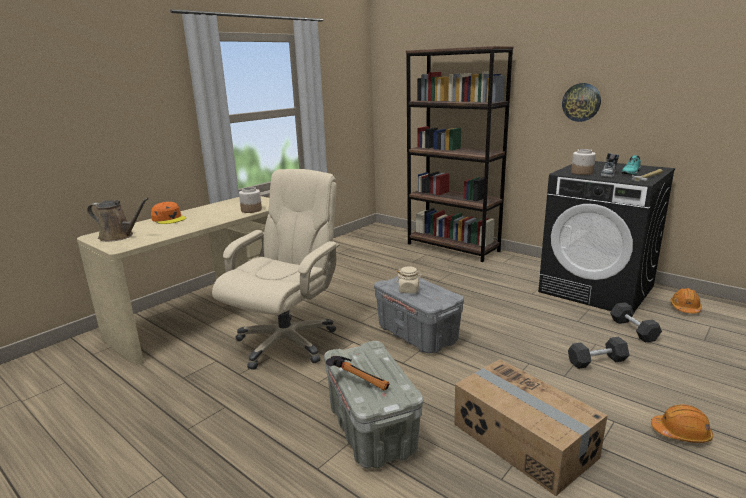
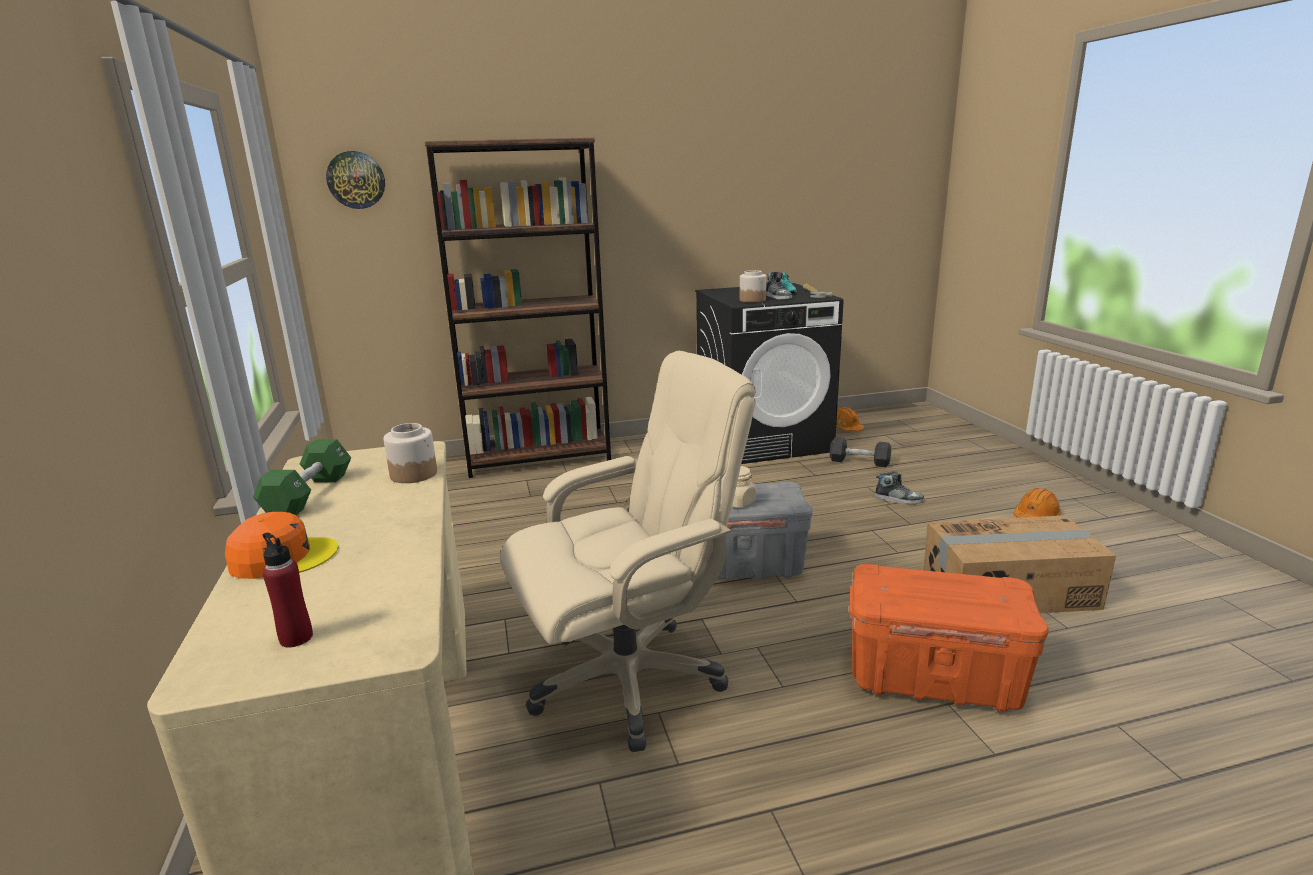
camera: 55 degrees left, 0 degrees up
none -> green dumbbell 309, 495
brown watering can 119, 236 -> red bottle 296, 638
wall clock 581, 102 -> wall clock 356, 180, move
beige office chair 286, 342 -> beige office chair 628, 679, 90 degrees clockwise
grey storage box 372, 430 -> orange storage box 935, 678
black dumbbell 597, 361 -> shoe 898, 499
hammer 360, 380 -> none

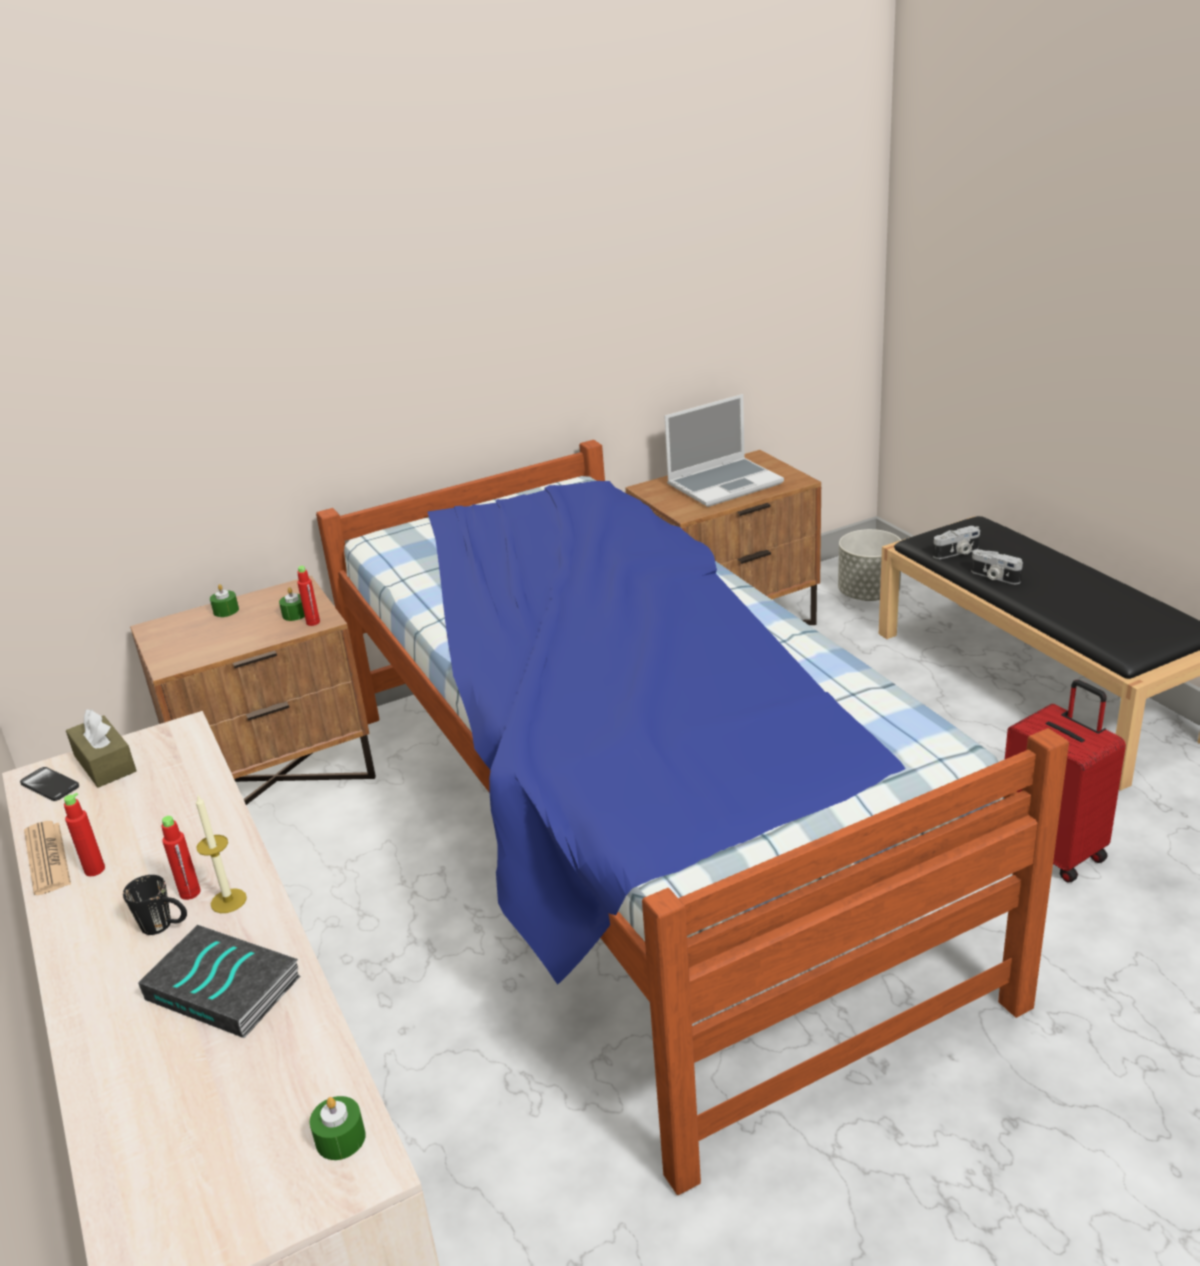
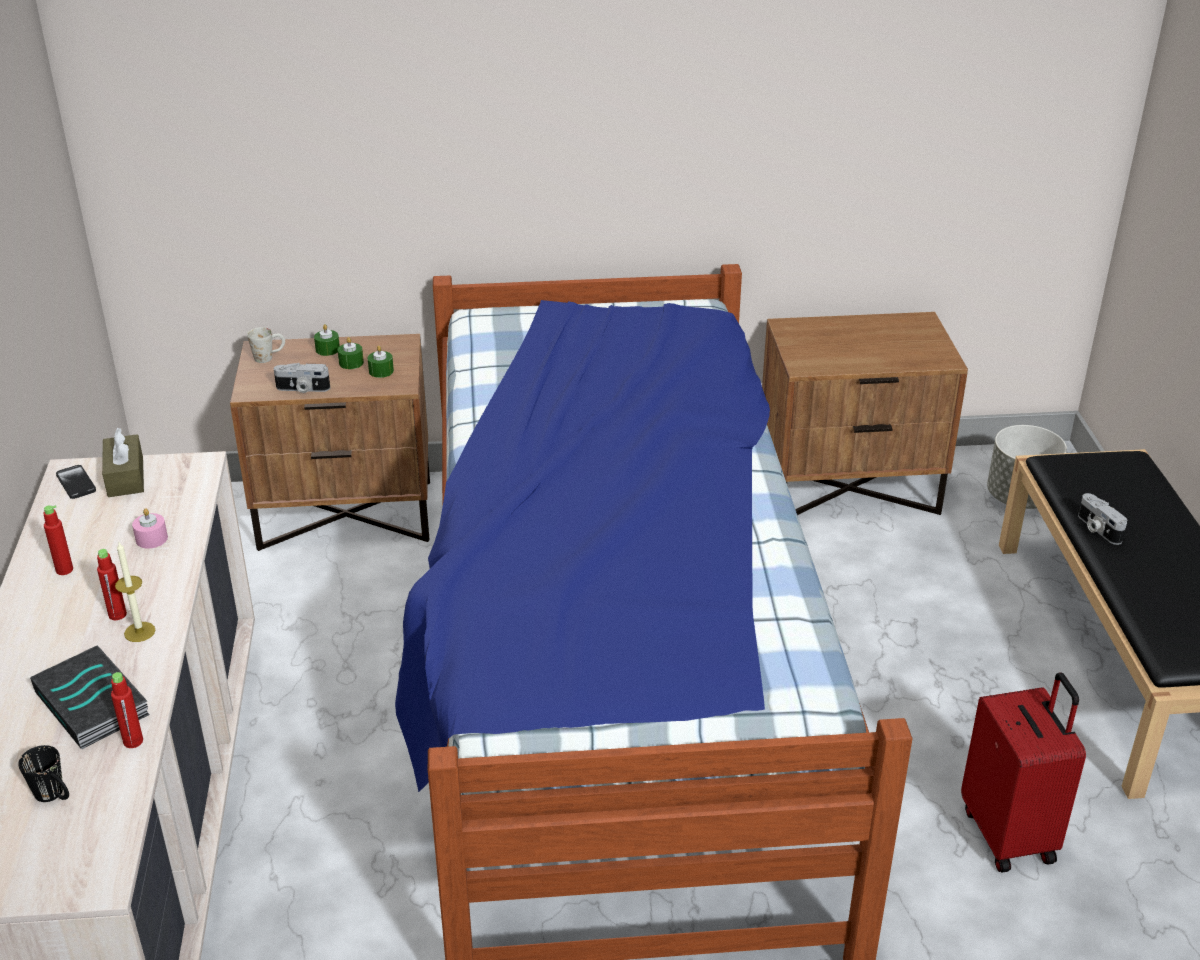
camera: 20 degrees right, 5 degrees up
black mug 165, 925 -> black mug 55, 796, move
red bottle 313, 622 -> red bottle 133, 741, move
none -> pink candle 151, 539
none -> white mug 269, 357
photo camera 957, 553 -> photo camera 302, 389, move
green candle 340, 1138 -> green candle 351, 363, move
newspaper 47, 858 -> none
laptop 725, 484 -> none

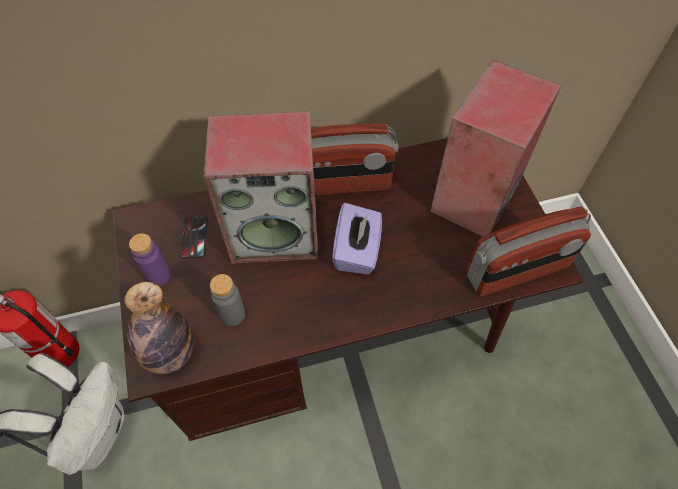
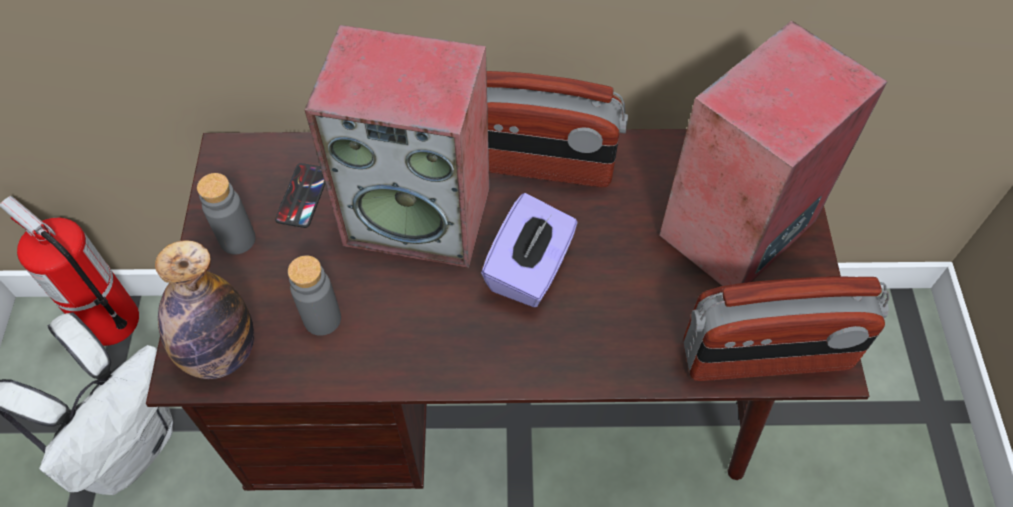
camera: 15 degrees right, 0 degrees up
purple bottle 158, 275 -> grey bottle 237, 239

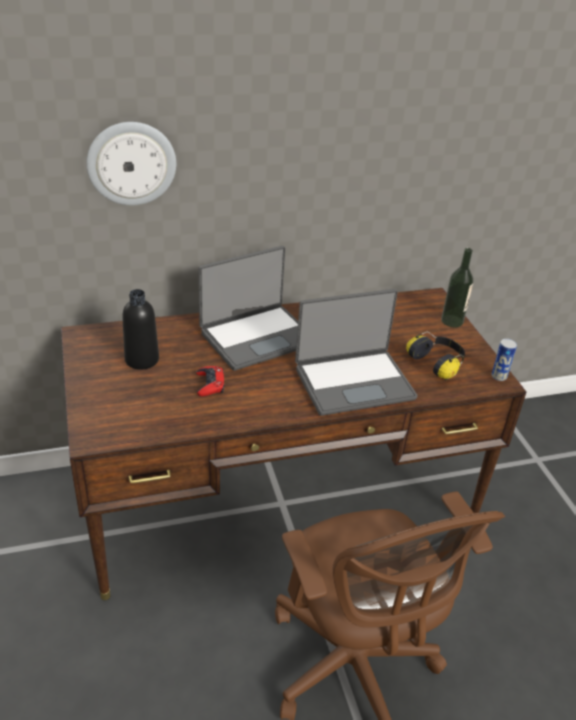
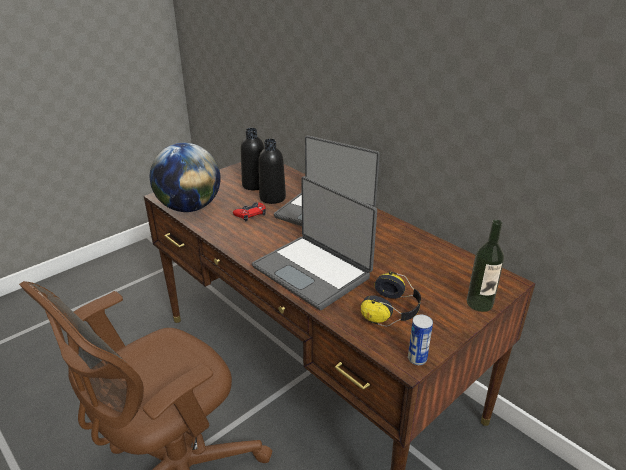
camera: 65 degrees right, 5 degrees down
none -> globe 189, 207
none -> black bottle 272, 198
wall clock 131, 163 -> none

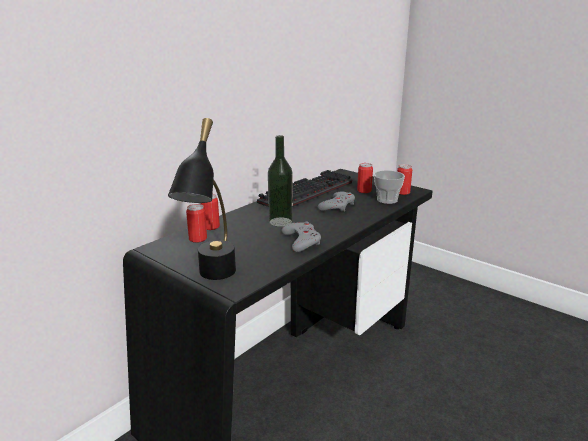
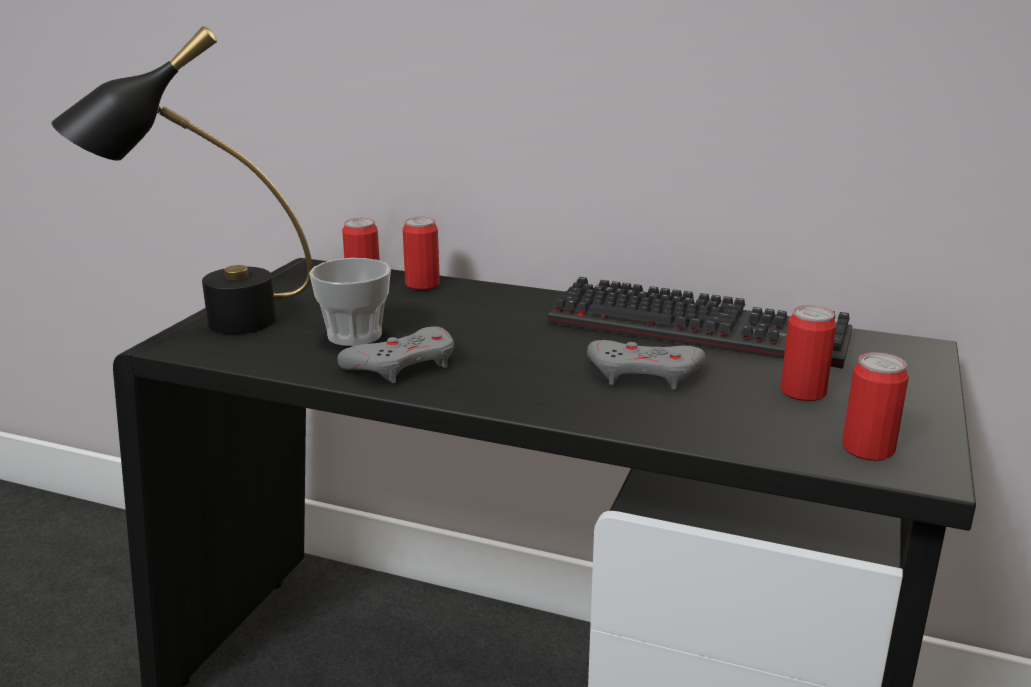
camera: 70 degrees right, 0 degrees up
cup 387, 200 -> cup 354, 335, move
bottle 280, 222 -> none

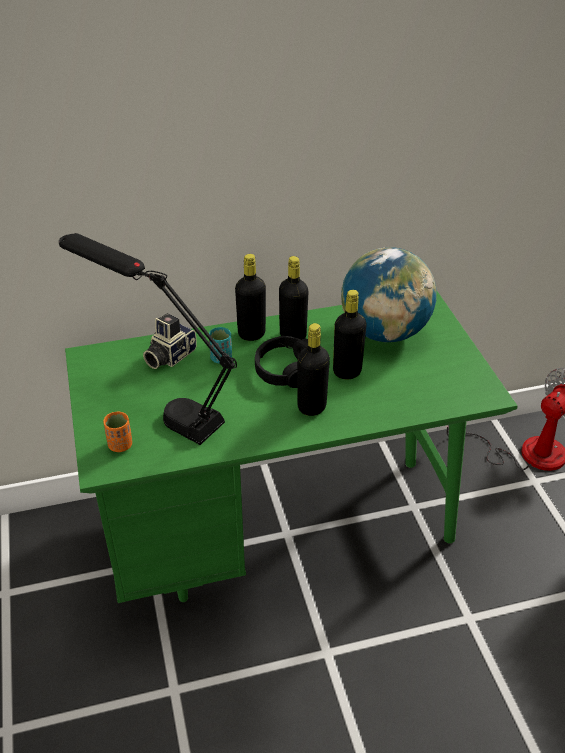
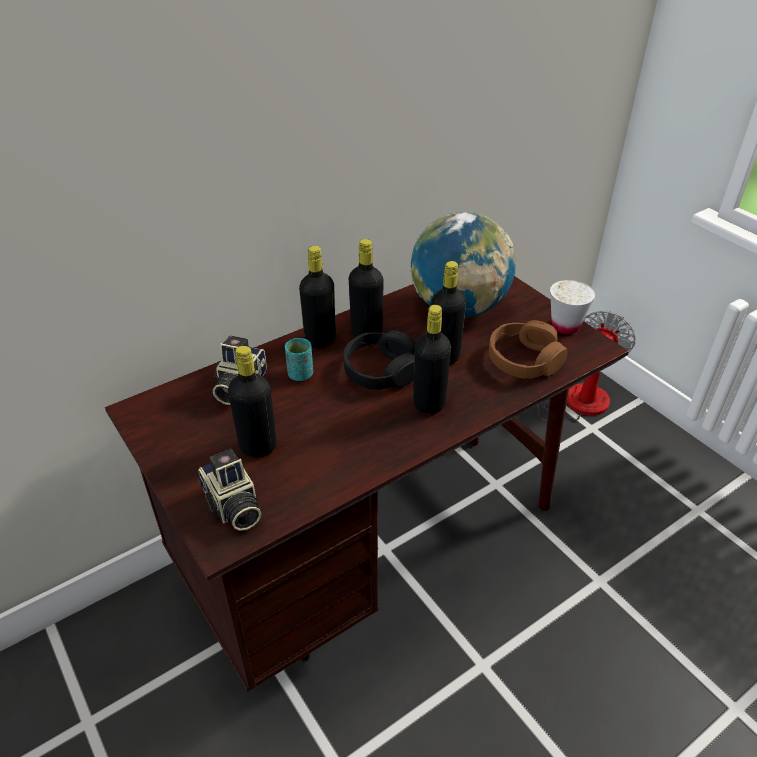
camera: 20 degrees left, 0 degrees up
green desk 282, 530 -> brown desk 378, 547
orange cup 120, 445 -> photo camera 232, 506
black table lamp 160, 406 -> black bottle 258, 446
none -> brown headphones 524, 360
none -> white cup 565, 326

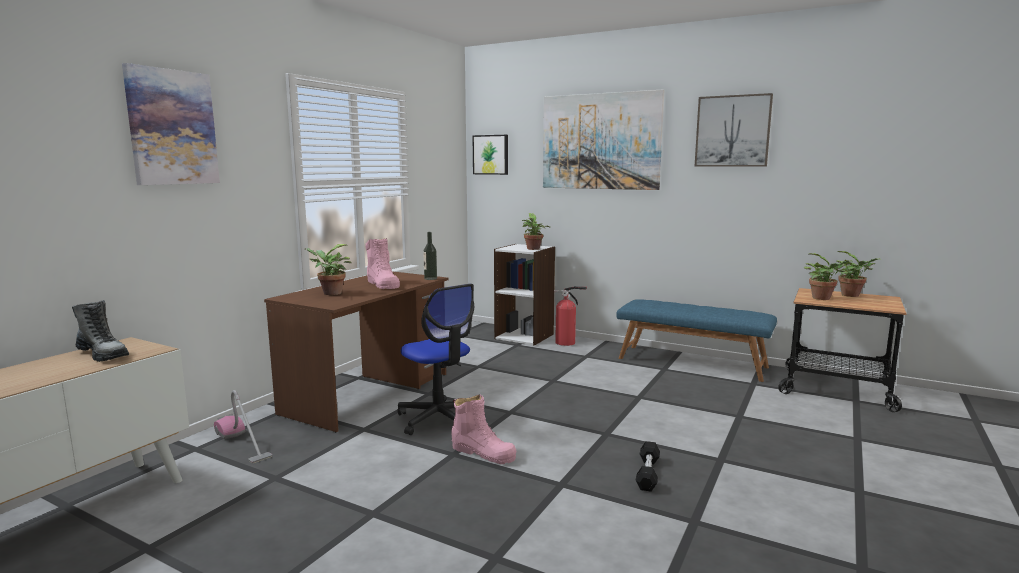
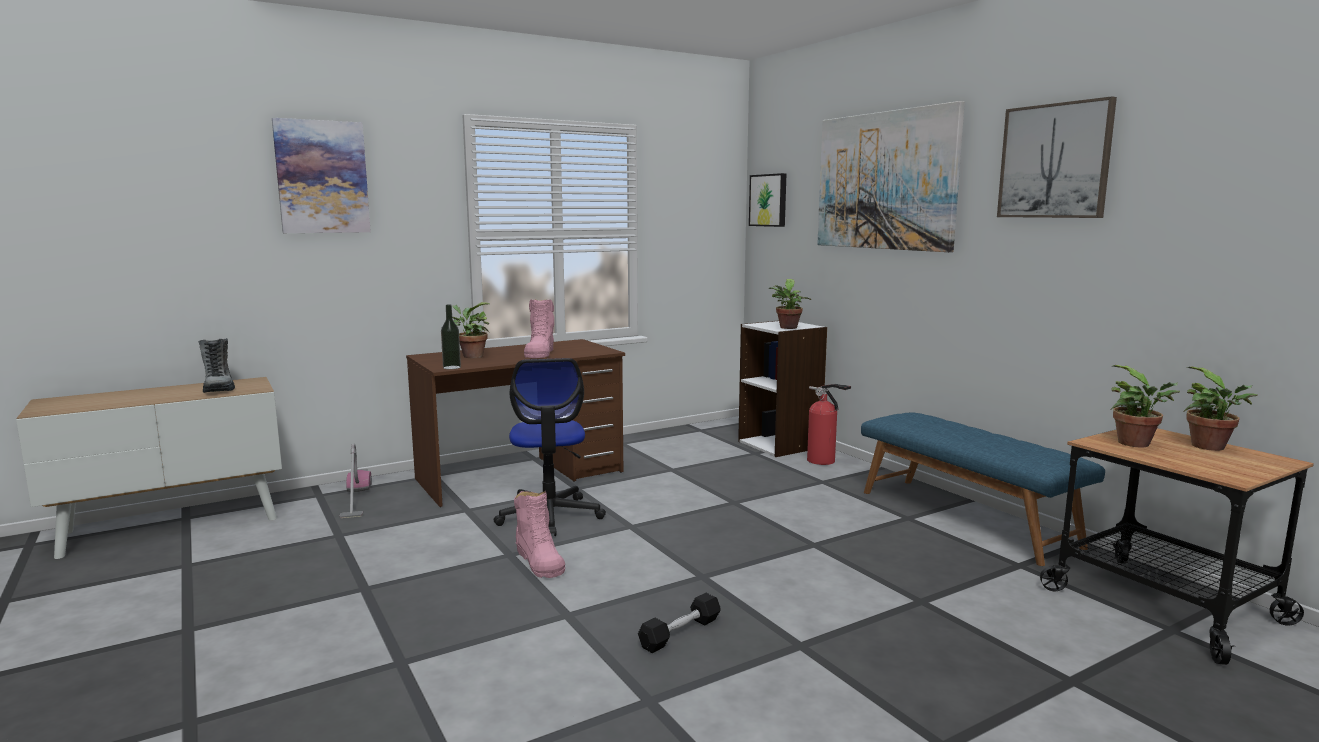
camera: 30 degrees right, 0 degrees up
bottle 430, 278 -> bottle 451, 367, move

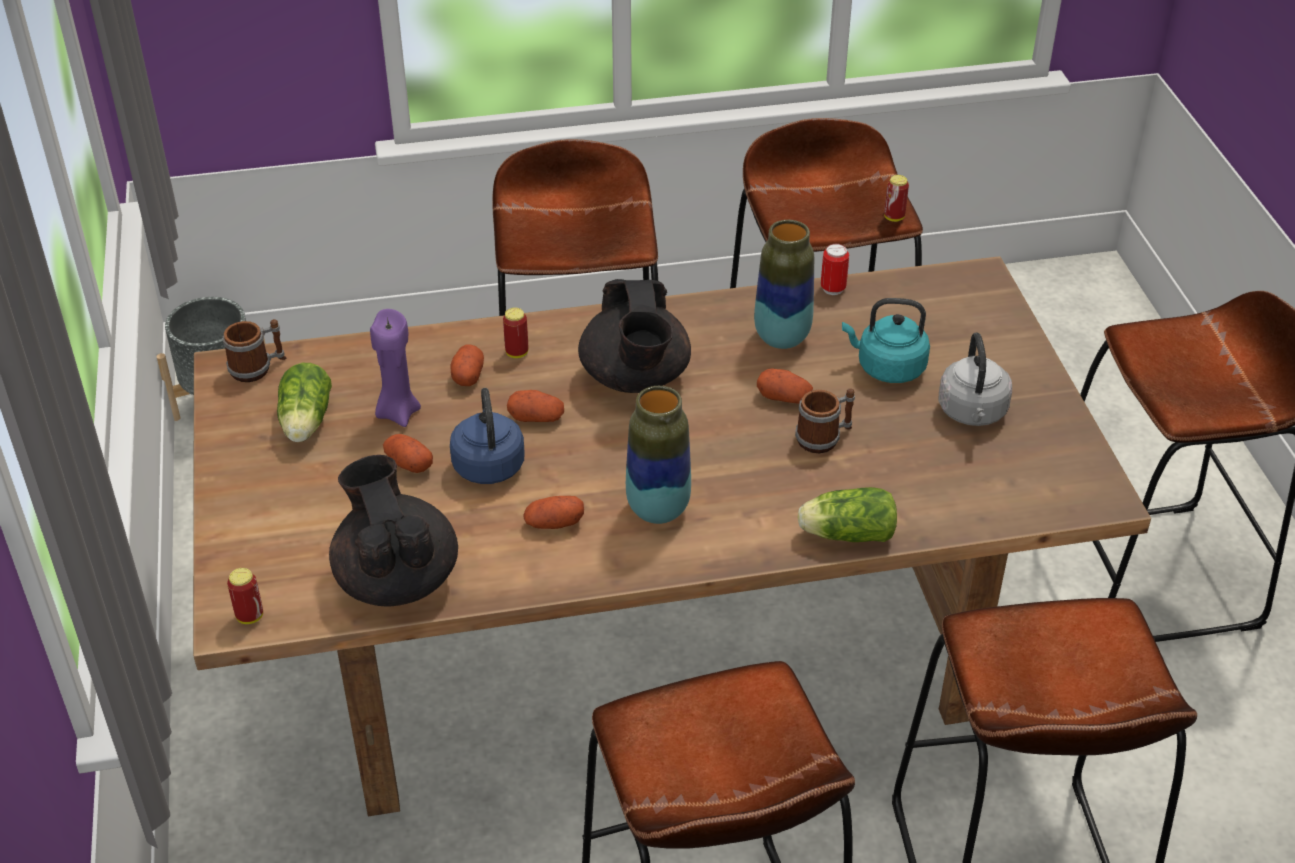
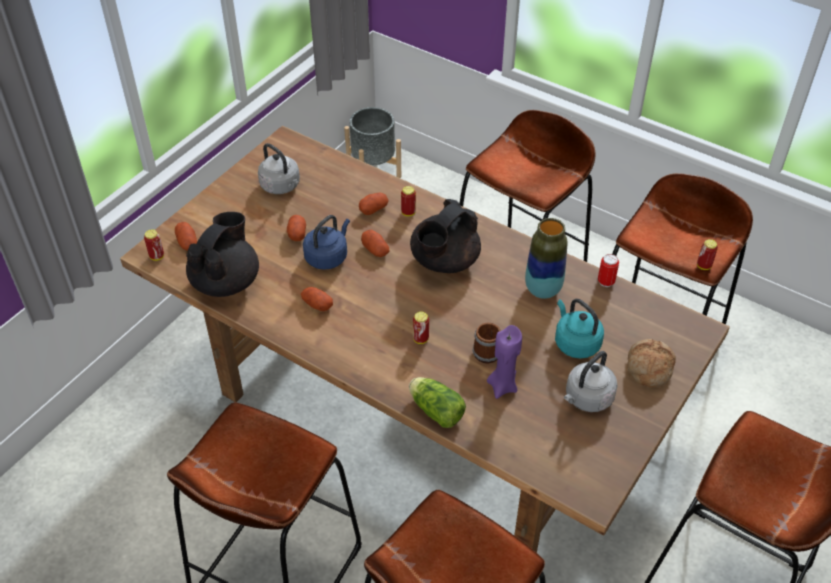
camera: 45 degrees right, 5 degrees up
potato 784, 397 -> potato 187, 242, move
lettuce 305, 423 -> grey kettle 281, 186
none -> can 420, 339
purple candle 397, 412 -> purple candle 502, 386, move
none -> bread 648, 368
mug 258, 368 -> none
vase 658, 509 -> none

